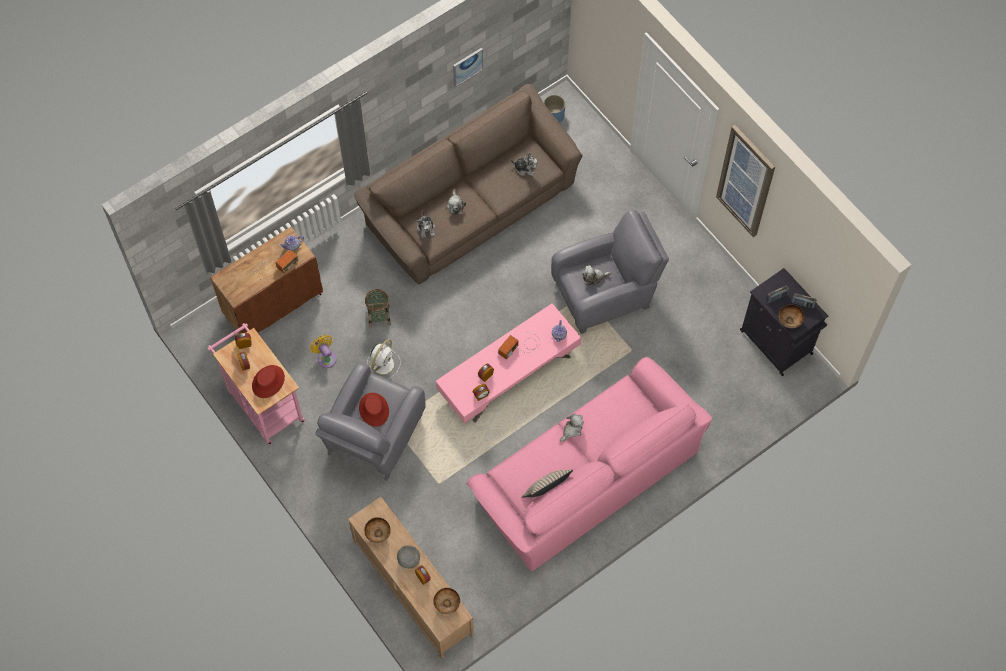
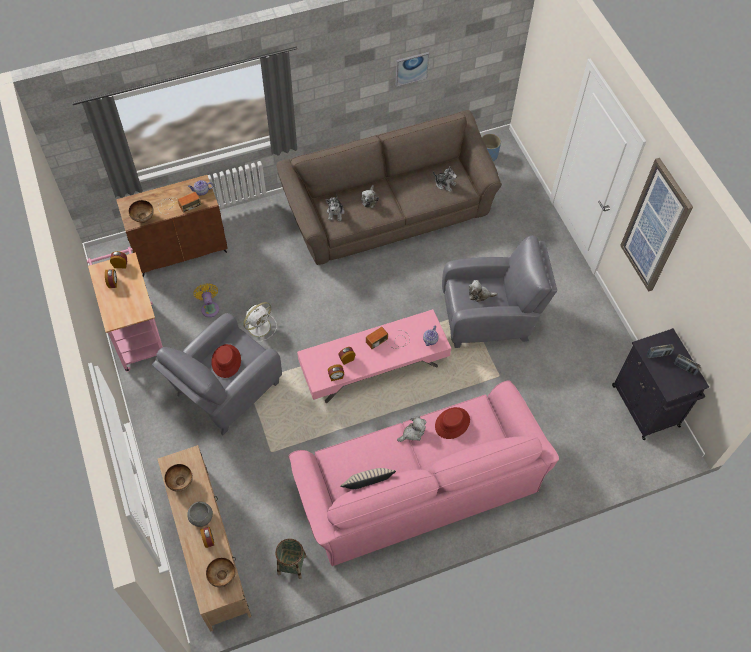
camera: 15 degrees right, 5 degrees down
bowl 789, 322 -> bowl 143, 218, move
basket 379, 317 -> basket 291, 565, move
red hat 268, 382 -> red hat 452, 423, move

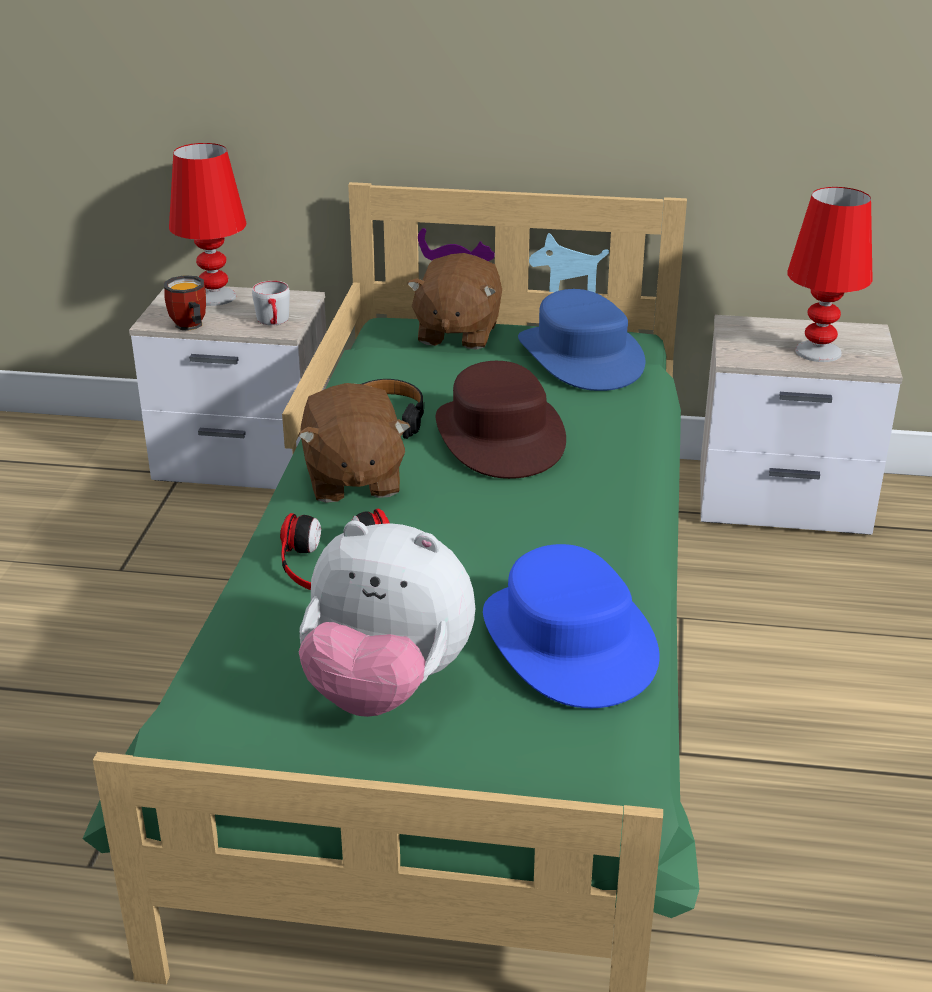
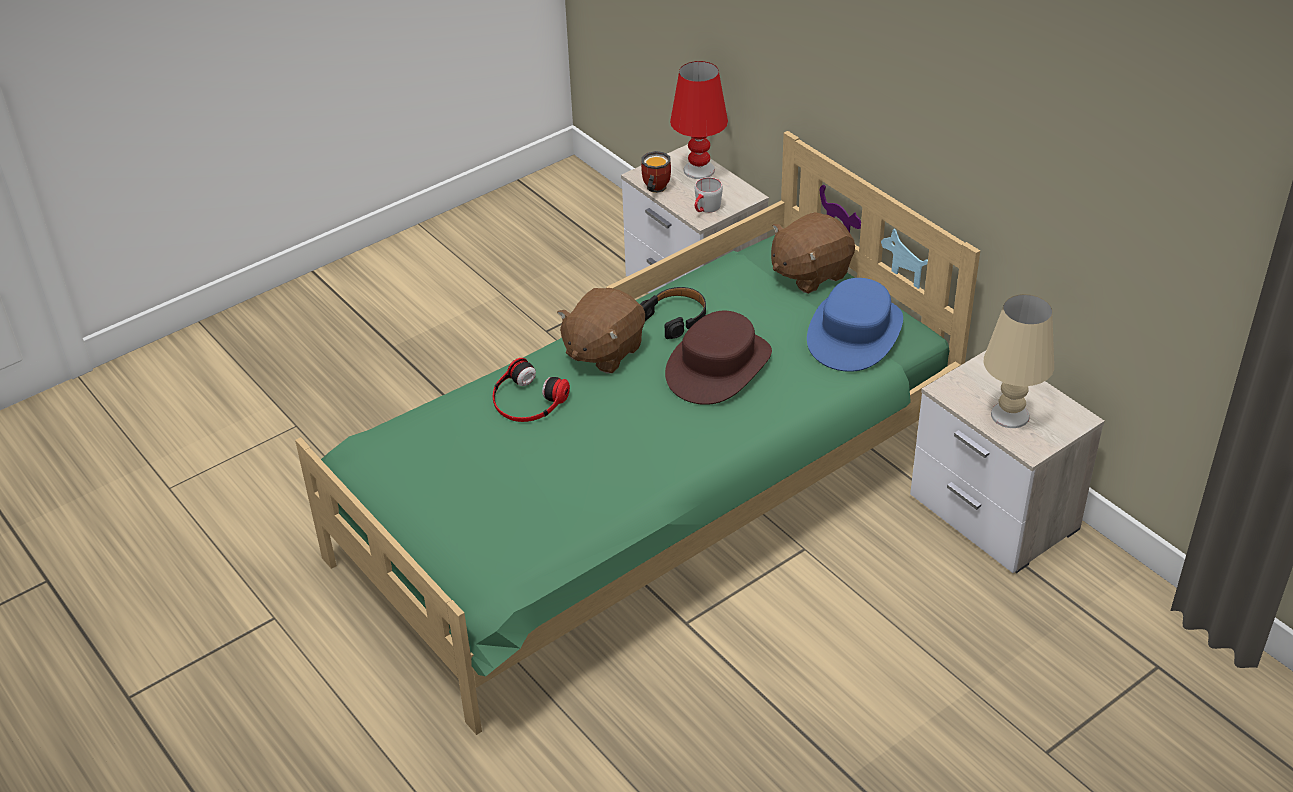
camera: 45 degrees right, 10 degrees up
red table lamp 818, 352 -> beige table lamp 1009, 415
plush toy 386, 688 -> none
blue hat 567, 641 -> none

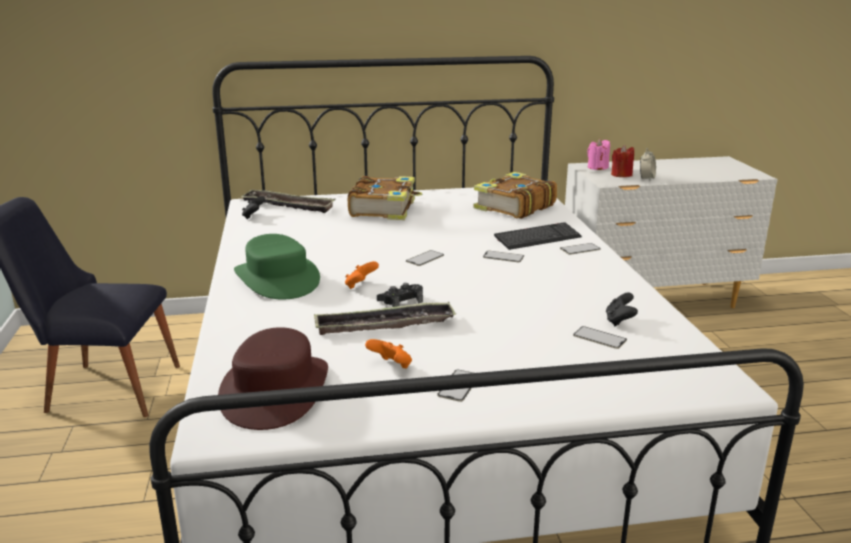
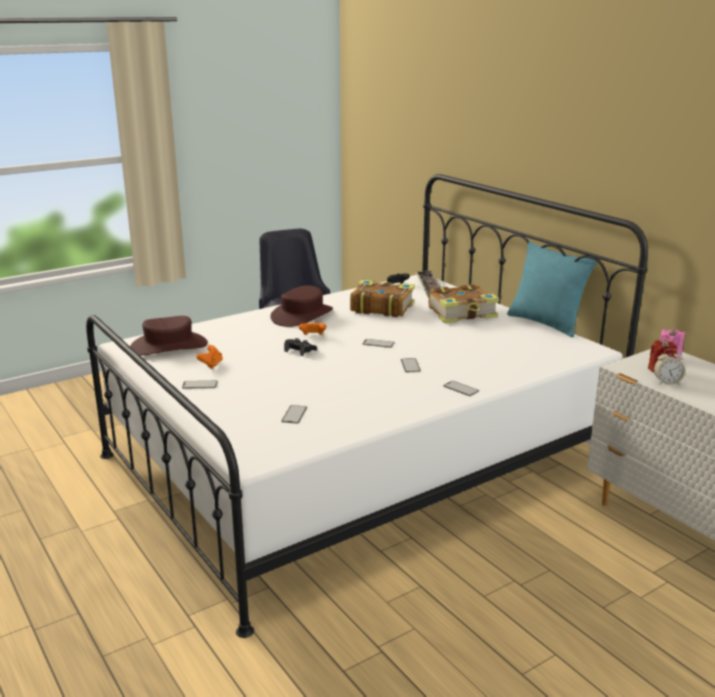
camera: 65 degrees right, 0 degrees up
green hat 277, 279 -> brown hat 302, 315
book 513, 207 -> book 381, 307, move
none -> turquoise pillow 545, 323
tray 384, 325 -> none
keyboard 537, 238 -> none
black game controller 619, 321 -> none

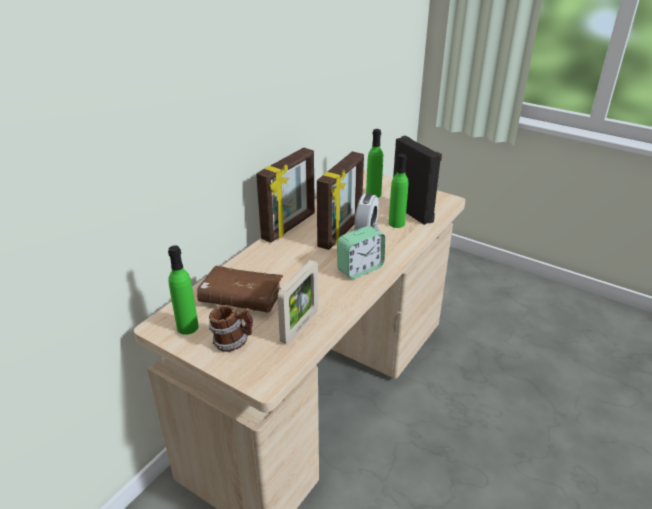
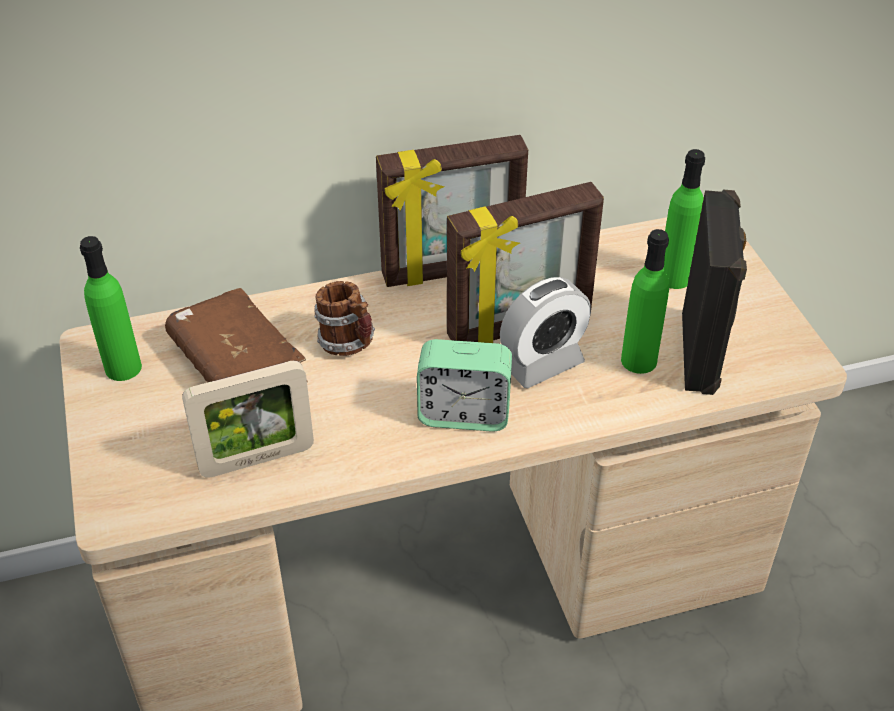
camera: 40 degrees right, 10 degrees up
mug 233, 342 -> mug 349, 344, move

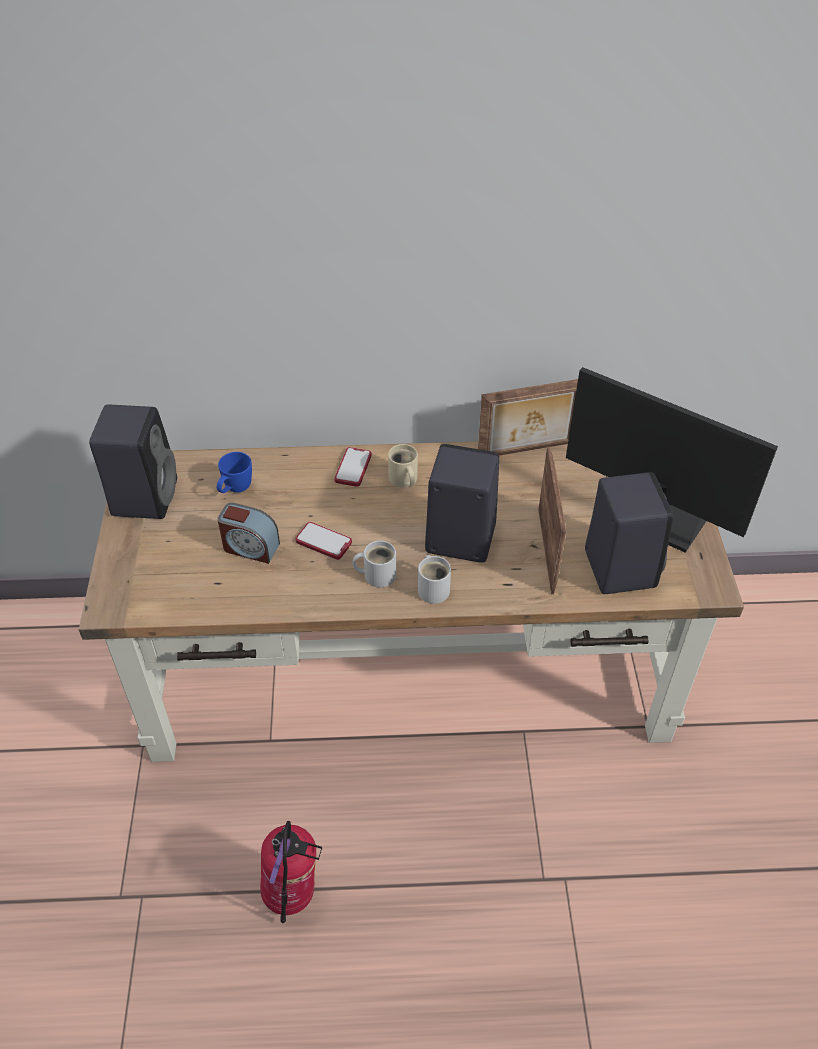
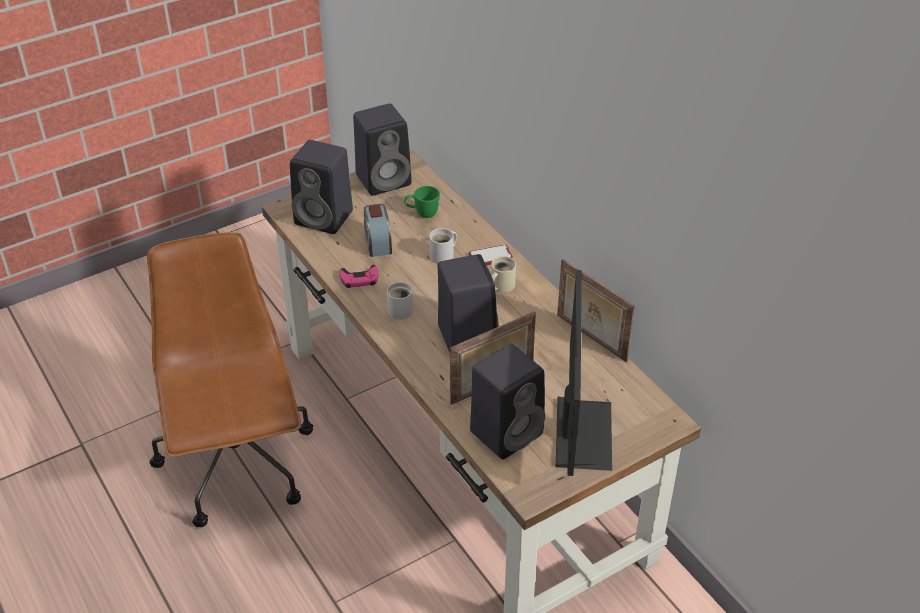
camera: 60 degrees right, 5 degrees down
fire extinguisher 292, 897 -> brown office chair 238, 466
none -> black speaker 326, 218
none -> pink game controller 359, 279
blue mug 235, 490 -> green mug 422, 214
white mug 434, 588 -> white mug 444, 255, move
phone 323, 542 -> none

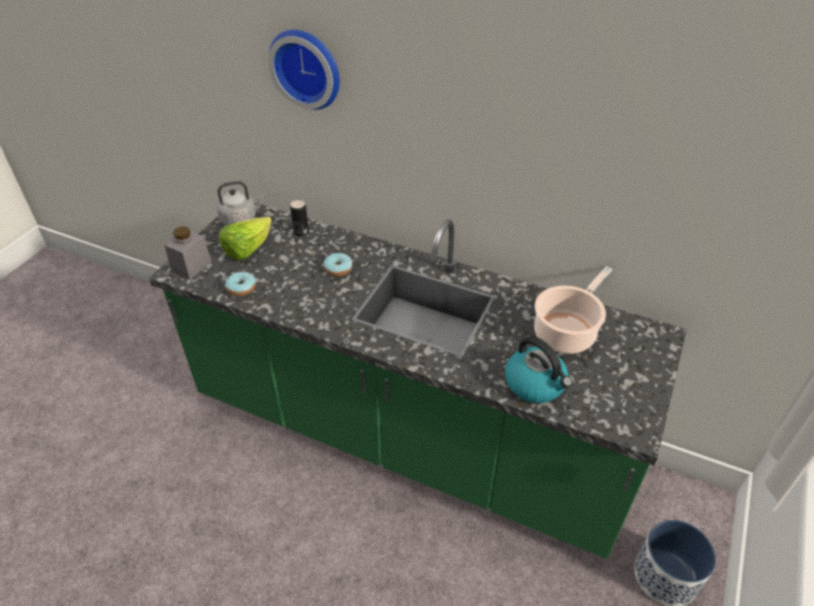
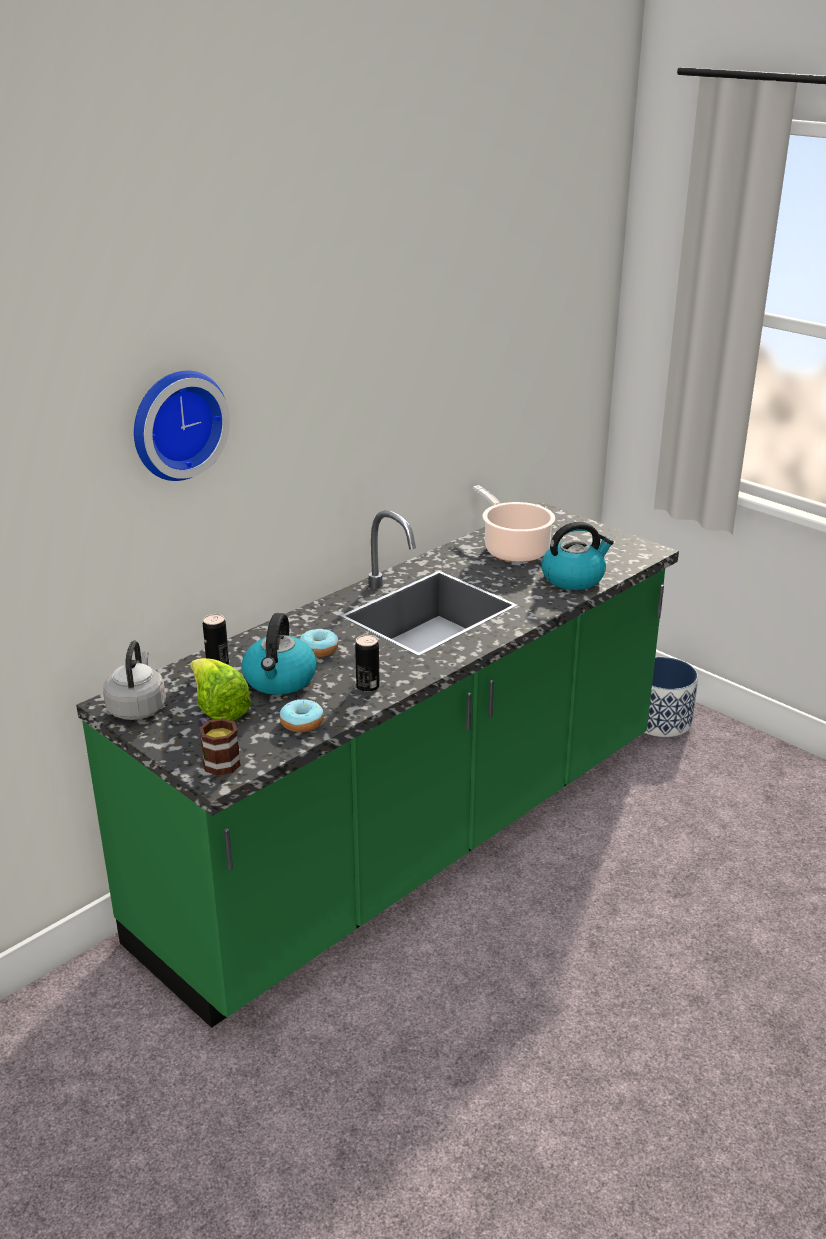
camera: 70 degrees left, 15 degrees down
grey jar 191, 266 -> mug 217, 760
none -> kettle 280, 680
none -> can 367, 686

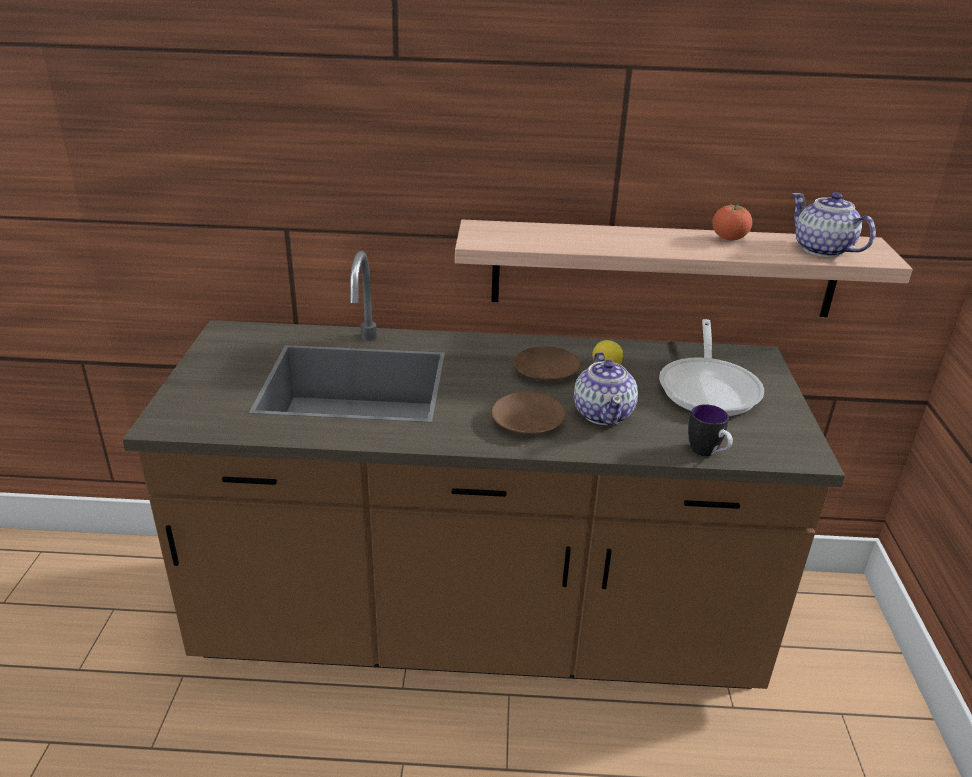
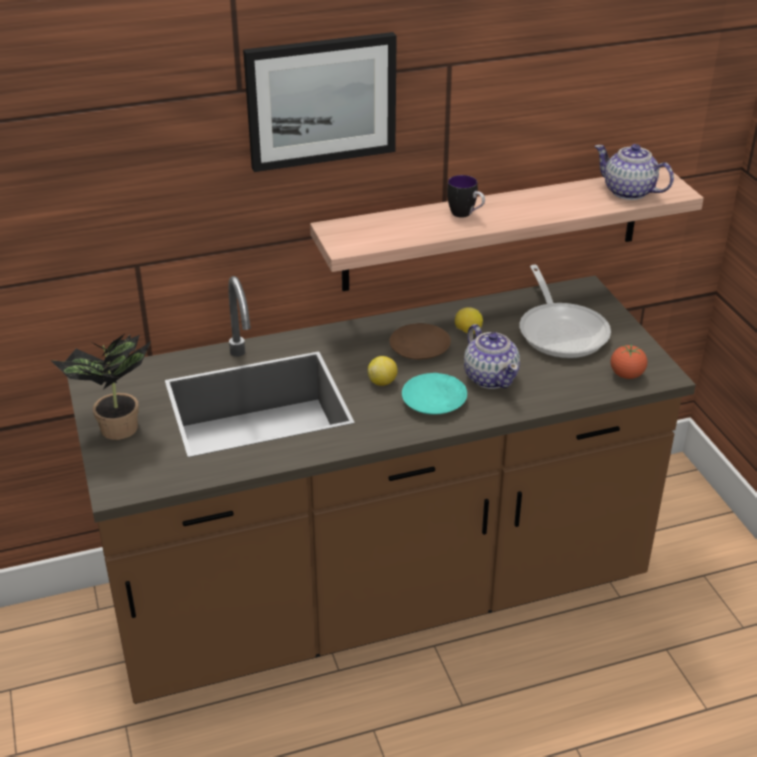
camera: 20 degrees left, 5 degrees up
none -> potted plant 115, 431
none -> picture 321, 100
none -> lemon 382, 382
brown plate 528, 421 -> turquoise plate 435, 401
mug 707, 454 -> mug 466, 215, move
tomato 729, 239 -> tomato 626, 375, move

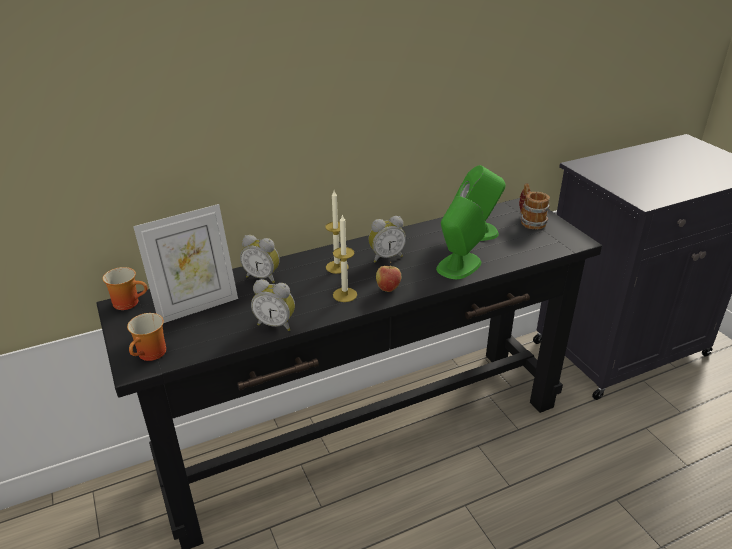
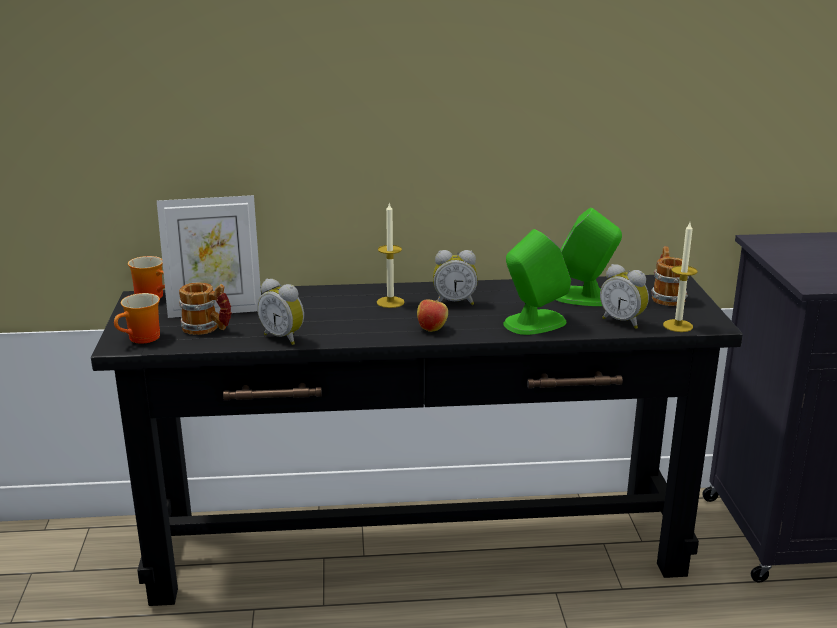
camera: 20 degrees right, 10 degrees down
none -> mug 207, 329
alarm clock 263, 277 -> alarm clock 623, 321, move
candle 345, 295 -> candle 678, 326, move

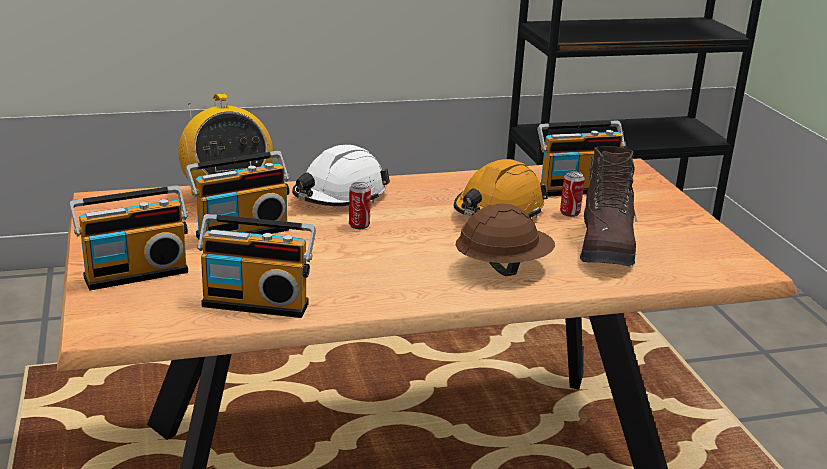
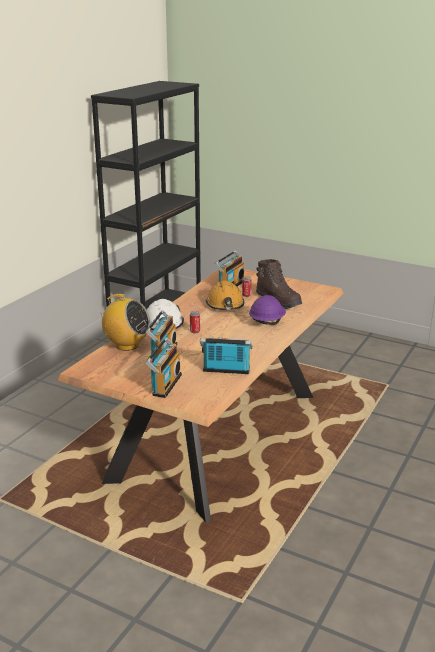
camera: 45 degrees left, 0 degrees up
radio 257, 303 -> radio 226, 371, 135 degrees counterclockwise
brown hard hat 502, 267 -> purple hard hat 266, 322

